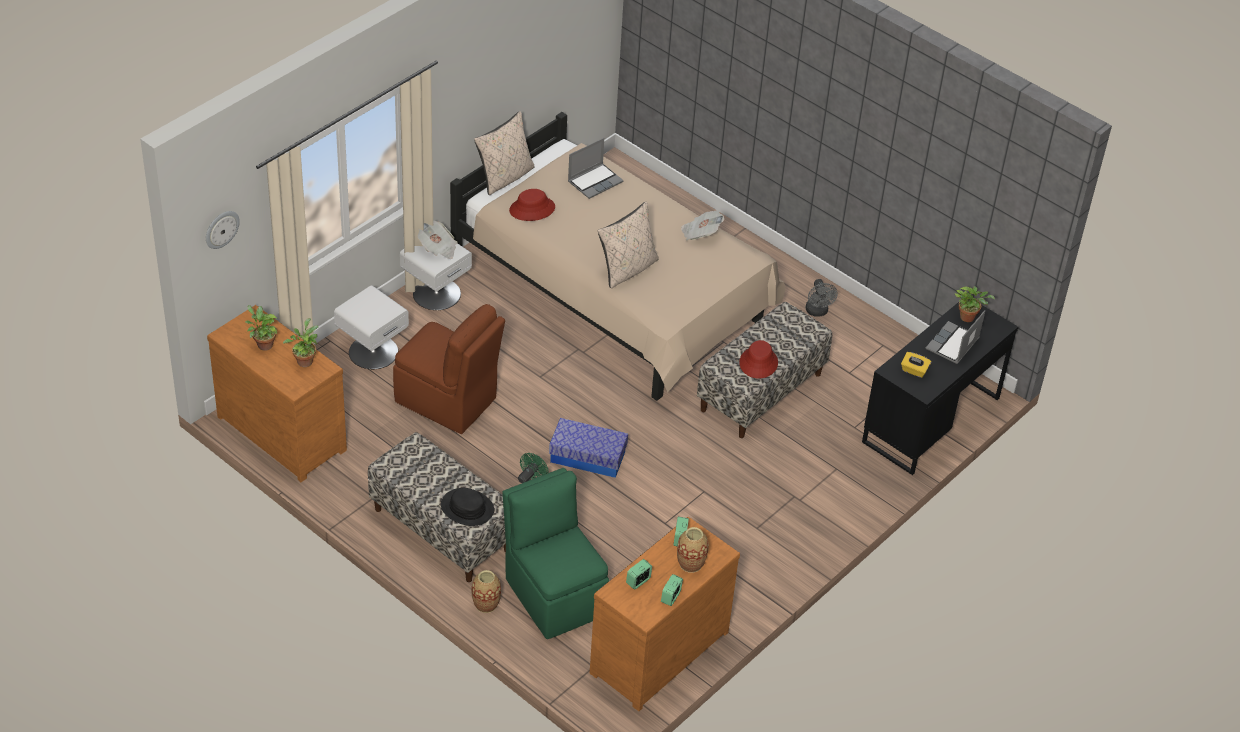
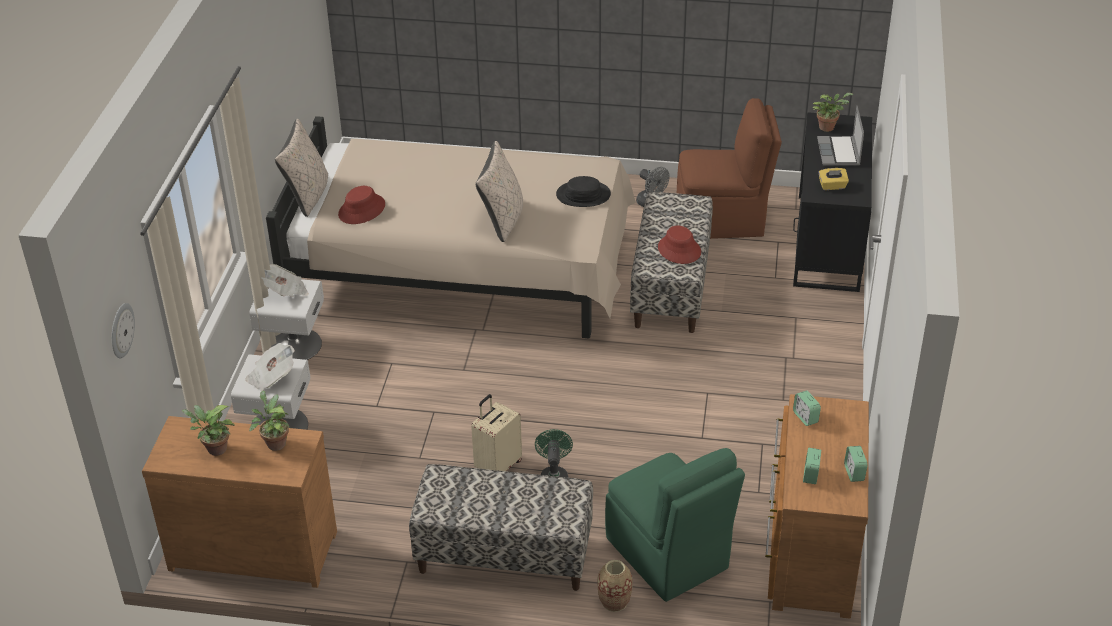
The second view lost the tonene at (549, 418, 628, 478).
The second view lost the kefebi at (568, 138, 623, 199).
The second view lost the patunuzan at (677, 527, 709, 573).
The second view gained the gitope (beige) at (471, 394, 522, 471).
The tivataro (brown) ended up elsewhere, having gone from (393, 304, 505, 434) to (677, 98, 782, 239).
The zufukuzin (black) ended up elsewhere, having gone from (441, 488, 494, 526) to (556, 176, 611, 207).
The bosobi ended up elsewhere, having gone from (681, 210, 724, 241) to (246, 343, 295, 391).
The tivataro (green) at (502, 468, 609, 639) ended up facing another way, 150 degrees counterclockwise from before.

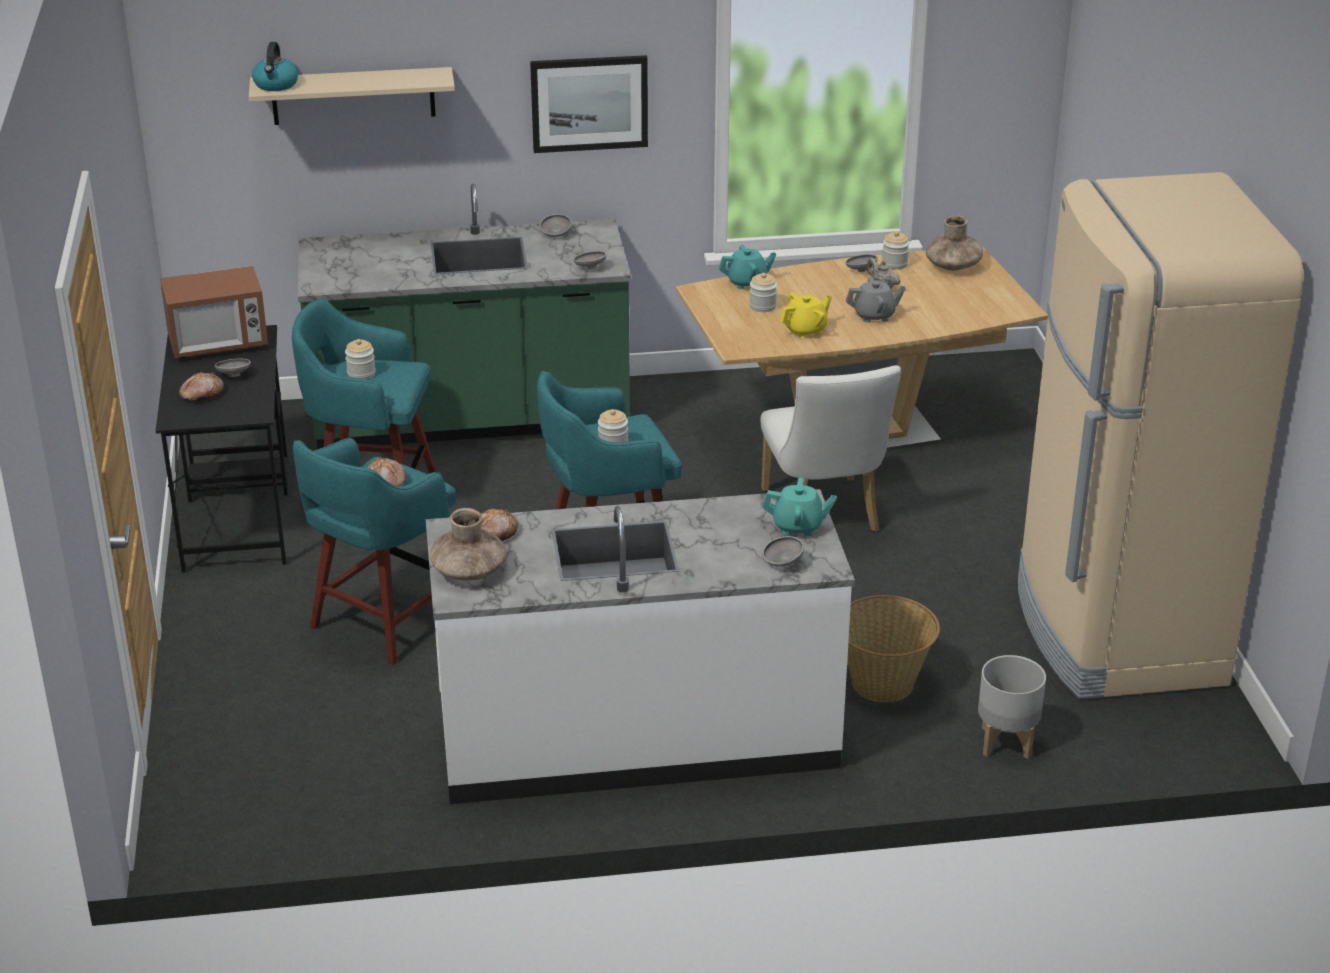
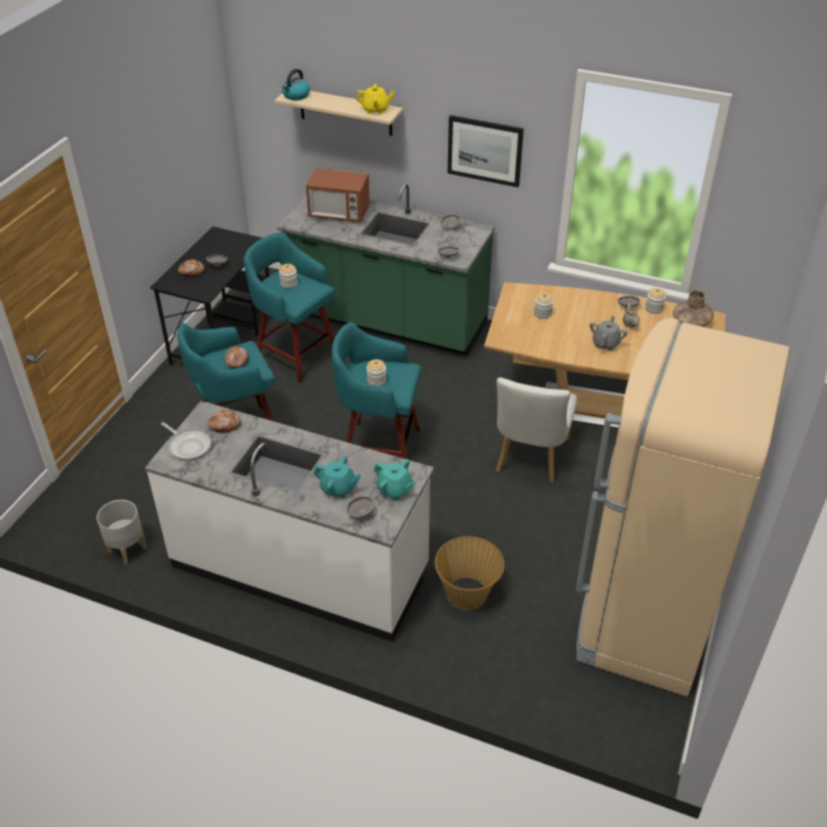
The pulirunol ended up elsewhere, having gone from (160, 266, 268, 358) to (306, 168, 370, 223).
The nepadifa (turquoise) ended up elsewhere, having gone from (719, 245, 776, 289) to (314, 455, 361, 498).
The nepadifa (yellow) ended up elsewhere, having gone from (780, 292, 832, 339) to (356, 84, 395, 114).
The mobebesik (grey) ended up elsewhere, having gone from (978, 655, 1046, 759) to (97, 500, 147, 565).
Where the patunuzan (brown) stood at (430, 508, 506, 581), the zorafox came to stand at (161, 422, 211, 461).
The nepadifa (grey) at (846, 277, 906, 323) ended up facing another way, 90 degrees counterclockwise from before.

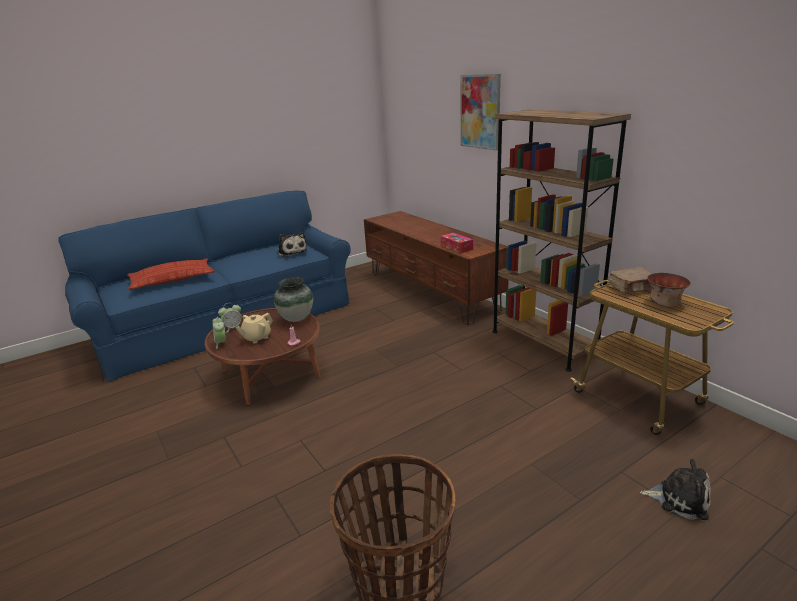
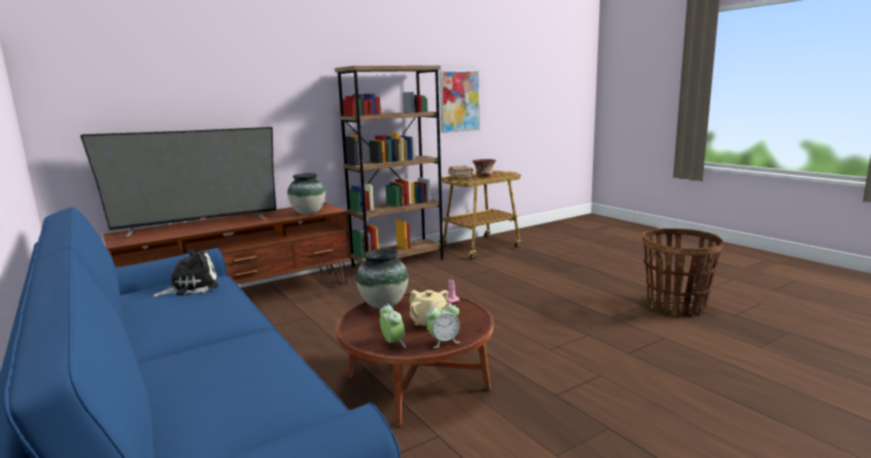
The second view lost the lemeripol at (127, 258, 215, 290).
The second view lost the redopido at (640, 459, 711, 520).
The second view gained the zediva at (80, 127, 276, 238).
The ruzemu ended up elsewhere, having gone from (460, 74, 501, 151) to (440, 70, 480, 133).
Where the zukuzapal stood at (441, 233, 473, 253), the patunuzan came to stand at (287, 173, 326, 215).

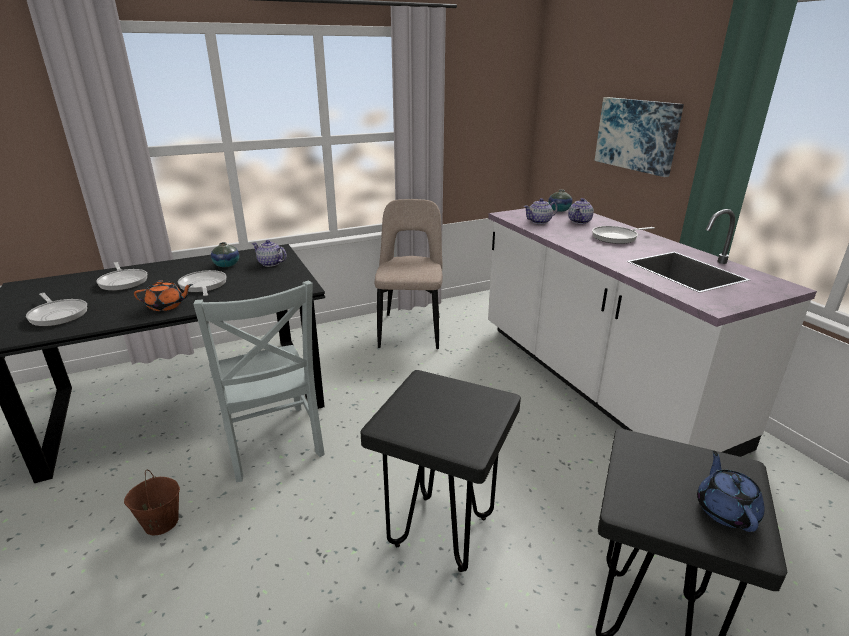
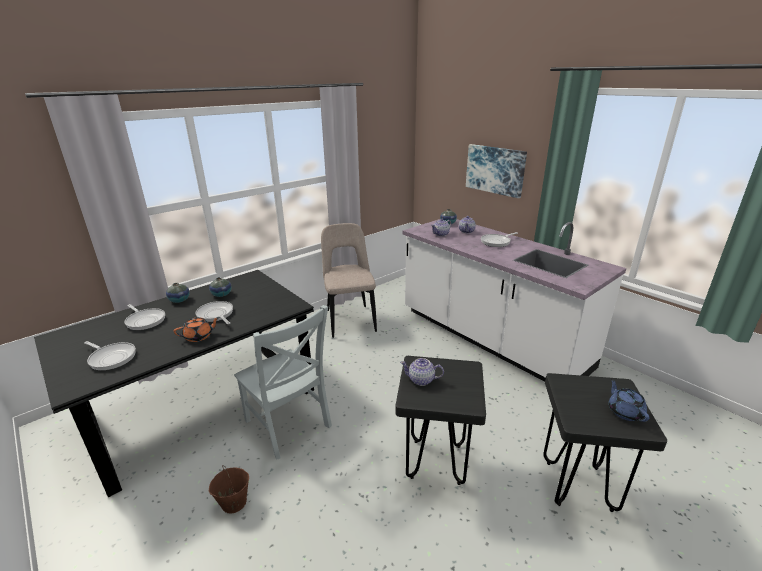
The second view gained the patunuzan at (166, 283, 190, 303).
The nepadifa ended up elsewhere, having gone from (252, 240, 287, 267) to (400, 358, 444, 386).

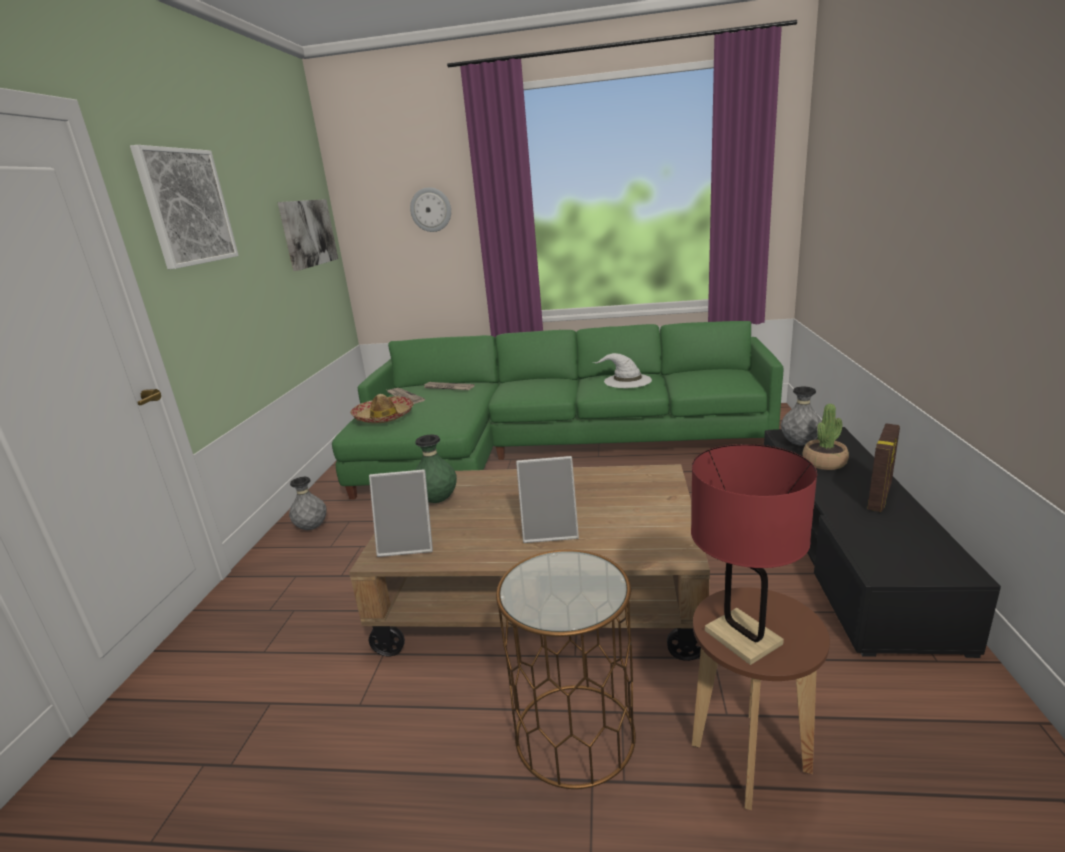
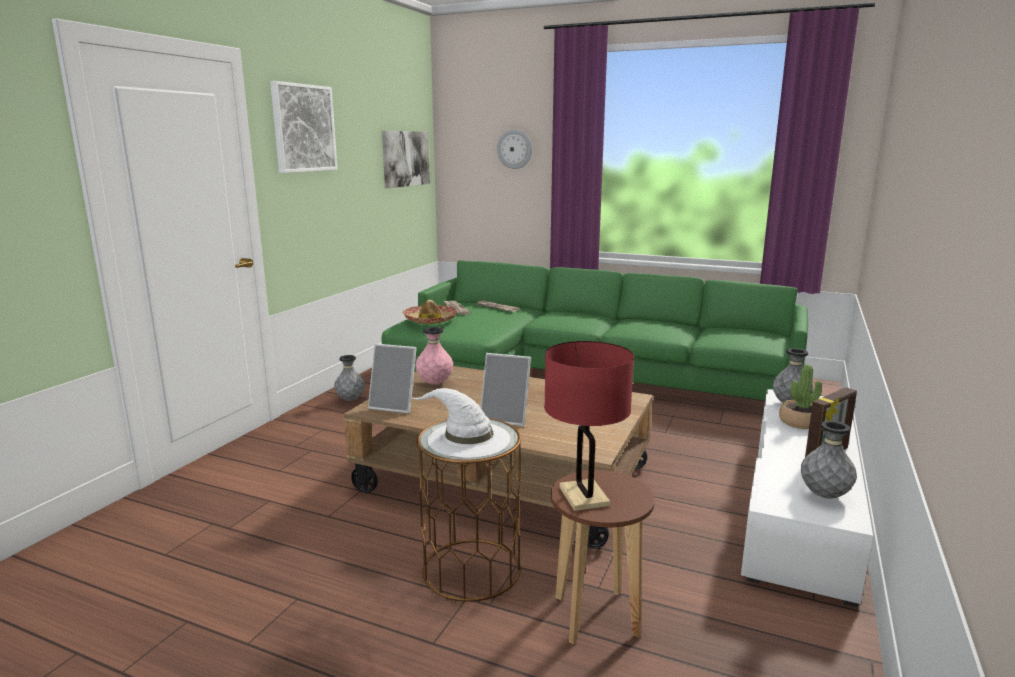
The second view gained the patunuzan (grey) at (801, 420, 857, 498).
The zufukuzin (white) ended up elsewhere, having gone from (593, 353, 652, 388) to (411, 388, 510, 458).
What was the patunuzan (green) at (415, 435, 457, 503) turned into the patunuzan (pink) at (416, 327, 453, 385).
What was the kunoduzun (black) at (764, 427, 1001, 658) turned into the kunoduzun (white) at (741, 389, 873, 607).

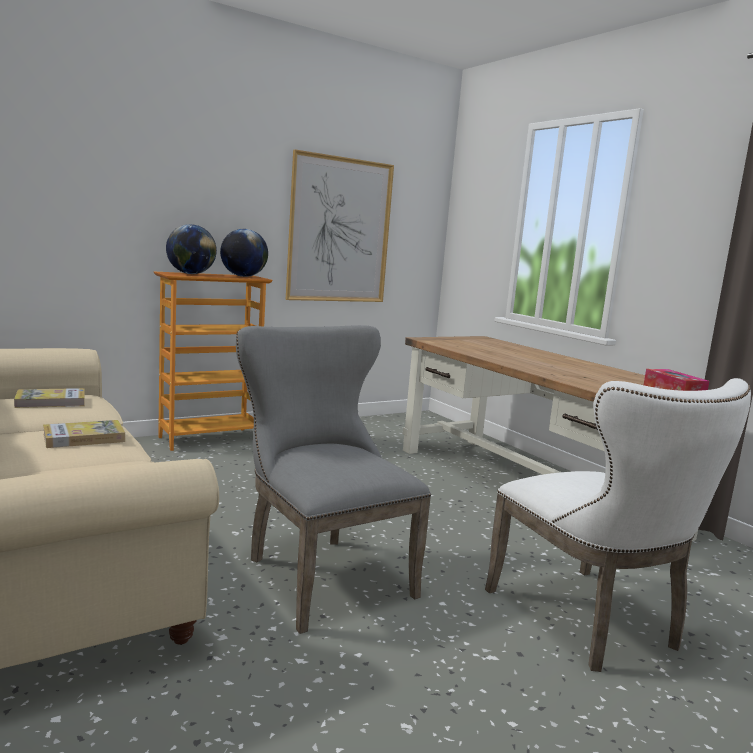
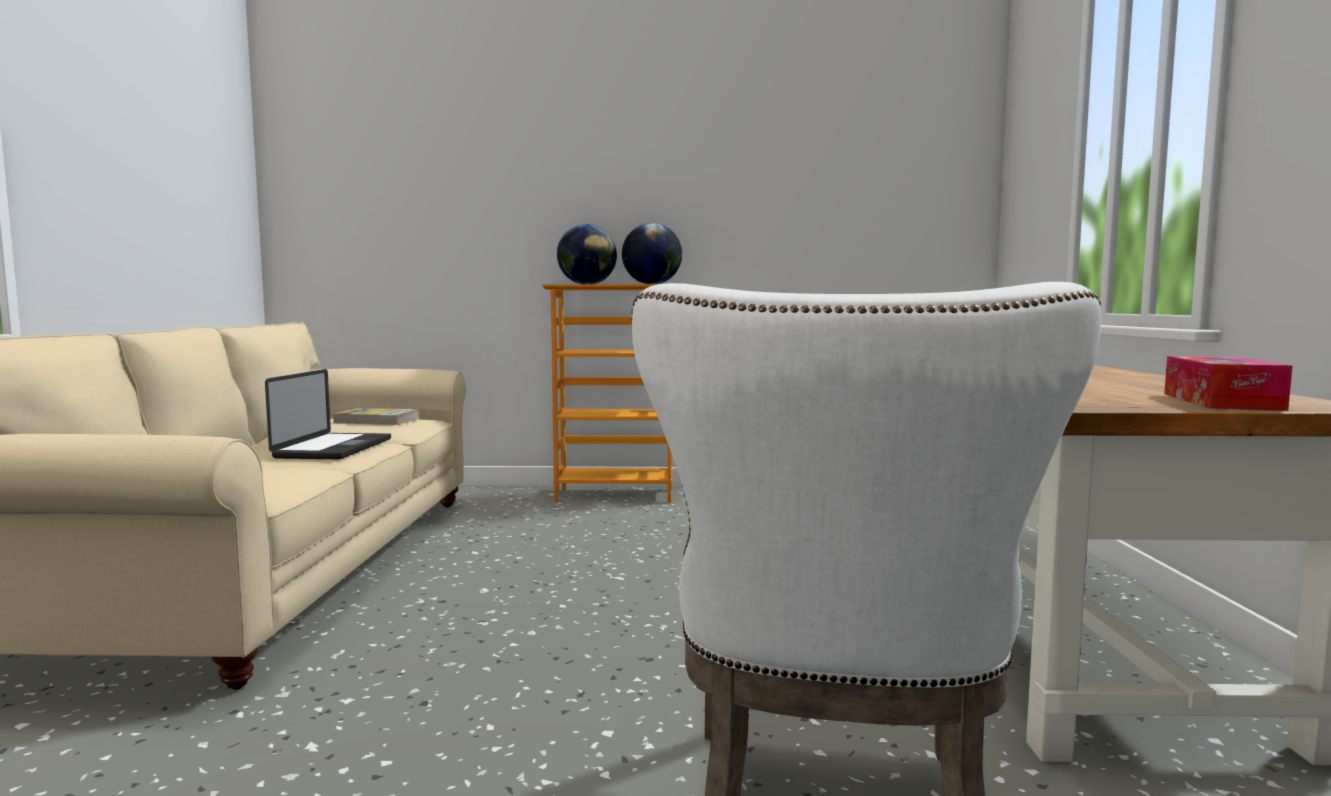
The second view lost the tivataro (grey) at (236, 325, 431, 634).
The second view lost the ruzemu at (285, 149, 394, 302).
Where the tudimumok stood at (43, 420, 125, 448), the kefebi came to stand at (265, 369, 391, 459).

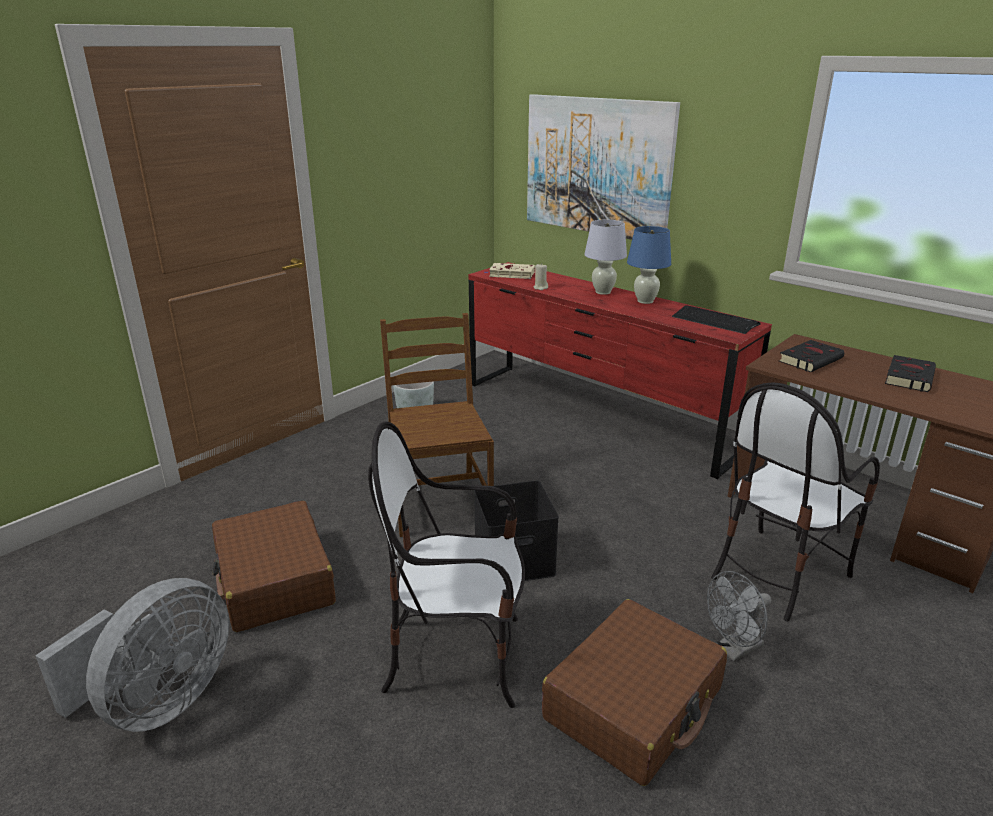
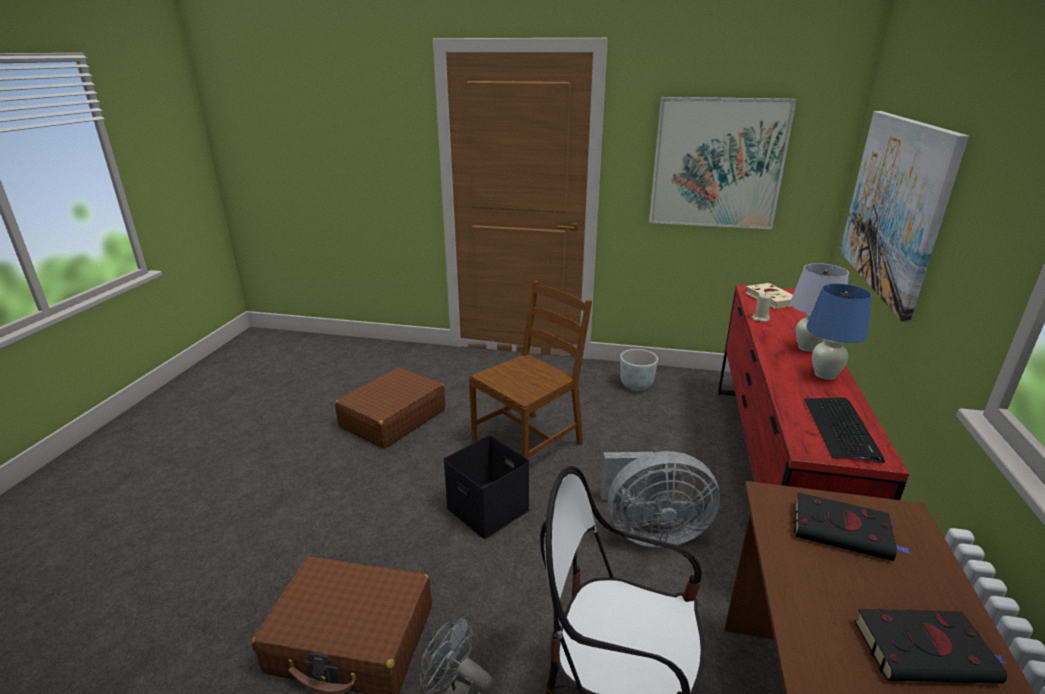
The second view lost the tivataro at (368, 421, 525, 708).
The second view gained the ruzemu at (649, 97, 797, 229).
The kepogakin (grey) ended up elsewhere, having gone from (35, 578, 229, 732) to (601, 451, 720, 548).

